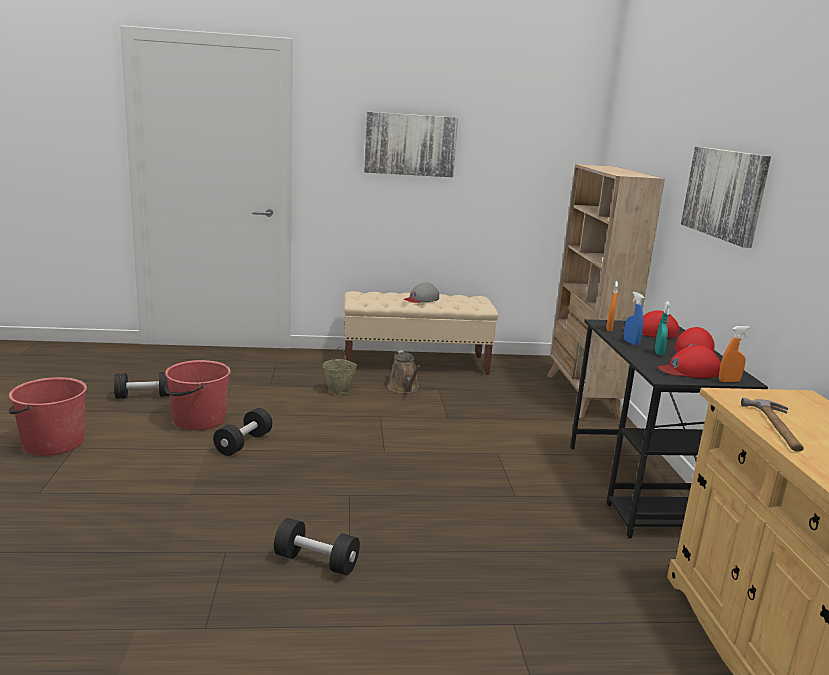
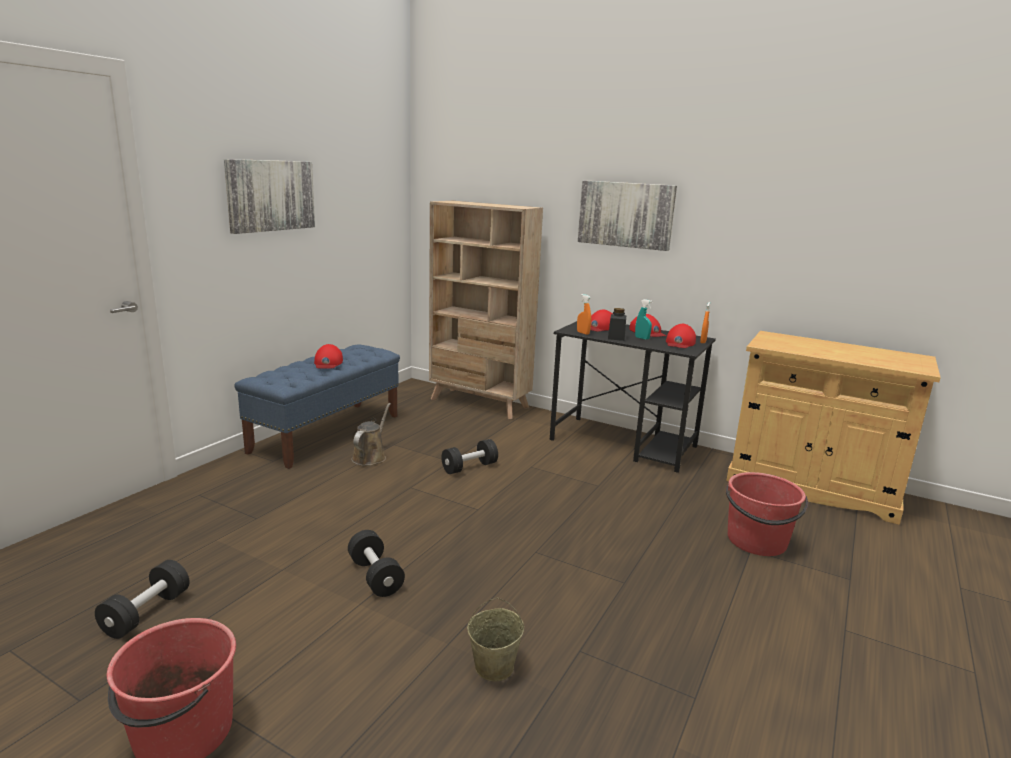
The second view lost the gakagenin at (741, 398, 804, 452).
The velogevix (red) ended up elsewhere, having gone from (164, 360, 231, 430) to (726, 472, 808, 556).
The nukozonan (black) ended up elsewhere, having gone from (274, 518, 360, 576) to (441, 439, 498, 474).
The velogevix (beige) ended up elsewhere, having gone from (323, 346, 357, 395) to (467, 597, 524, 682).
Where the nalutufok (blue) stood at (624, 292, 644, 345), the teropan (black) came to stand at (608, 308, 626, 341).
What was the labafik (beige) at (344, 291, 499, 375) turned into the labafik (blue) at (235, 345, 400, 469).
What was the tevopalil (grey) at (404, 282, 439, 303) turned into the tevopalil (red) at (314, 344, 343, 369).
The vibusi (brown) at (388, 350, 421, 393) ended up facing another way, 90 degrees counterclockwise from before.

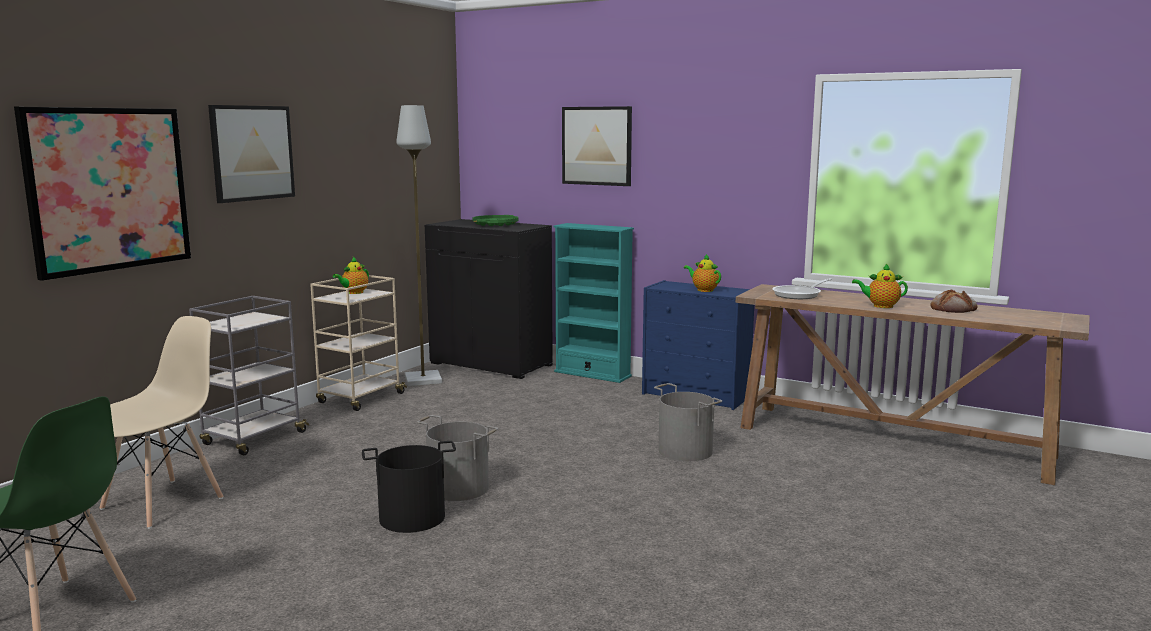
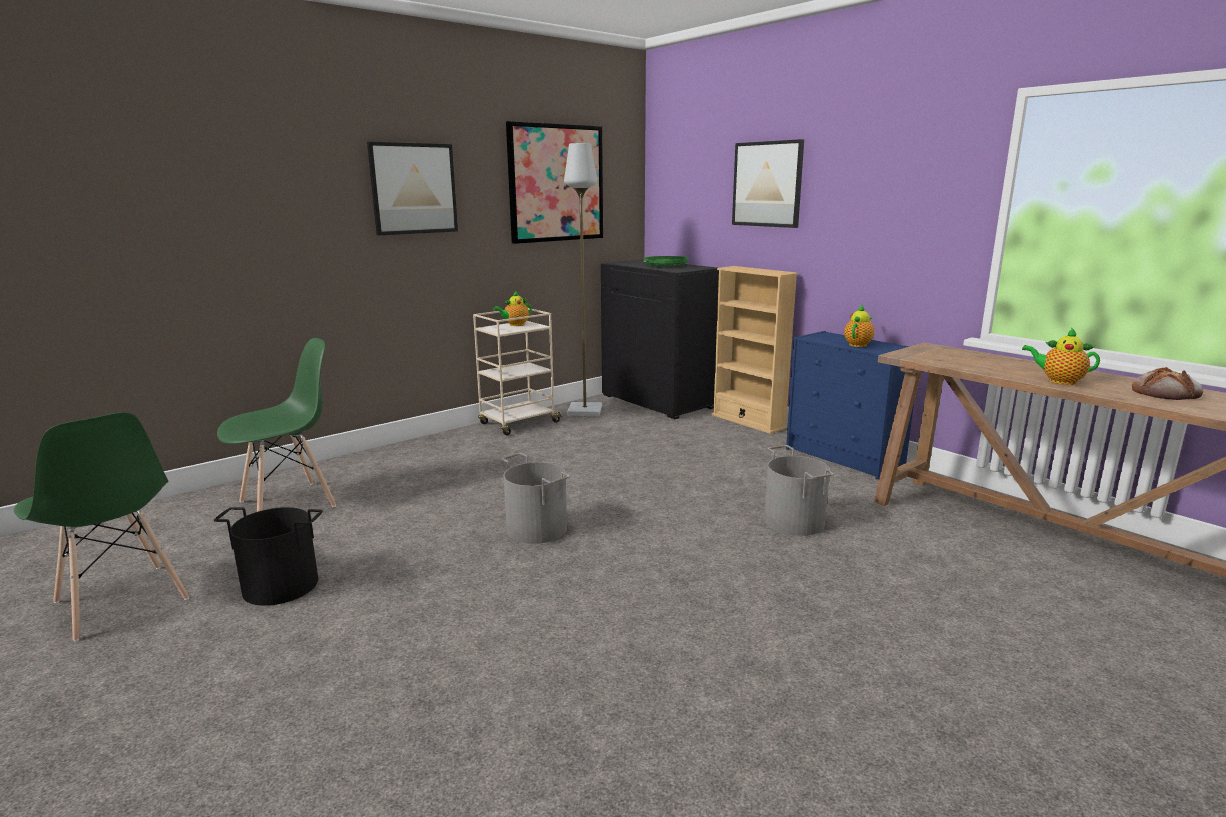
The second view lost the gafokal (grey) at (189, 296, 309, 455).
The second view lost the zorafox at (772, 278, 832, 299).
The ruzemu ended up elsewhere, having gone from (14, 107, 191, 281) to (506, 121, 603, 244).
The velogevix (black) ended up elsewhere, having gone from (362, 441, 456, 533) to (214, 507, 323, 606).
What was the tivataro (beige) at (100, 316, 224, 529) turned into the tivataro (green) at (217, 338, 336, 512).
What was the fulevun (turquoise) at (553, 223, 634, 383) turned into the fulevun (beige) at (712, 266, 798, 434).
The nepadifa at (684, 254, 721, 292) ended up facing another way, 60 degrees clockwise from before.

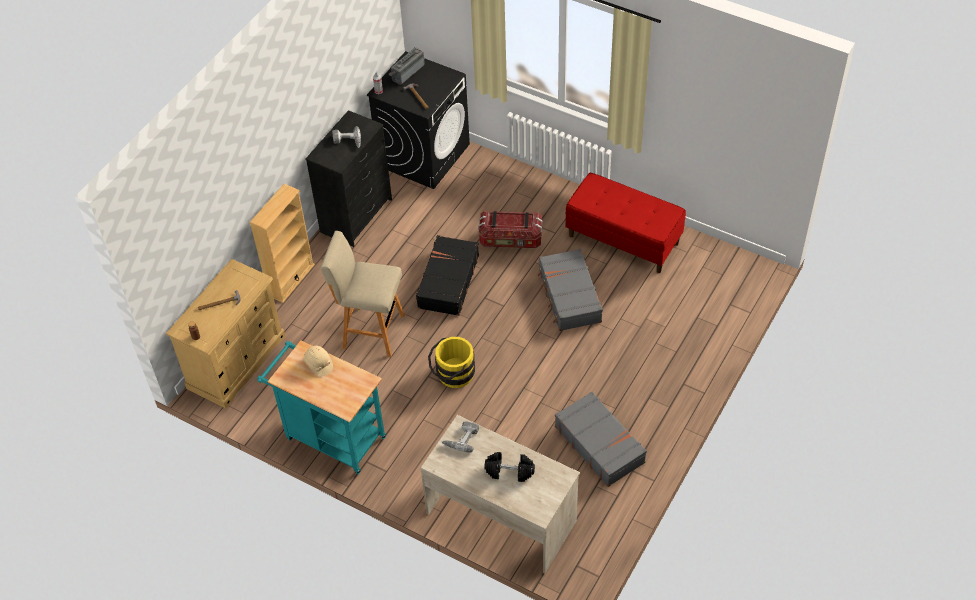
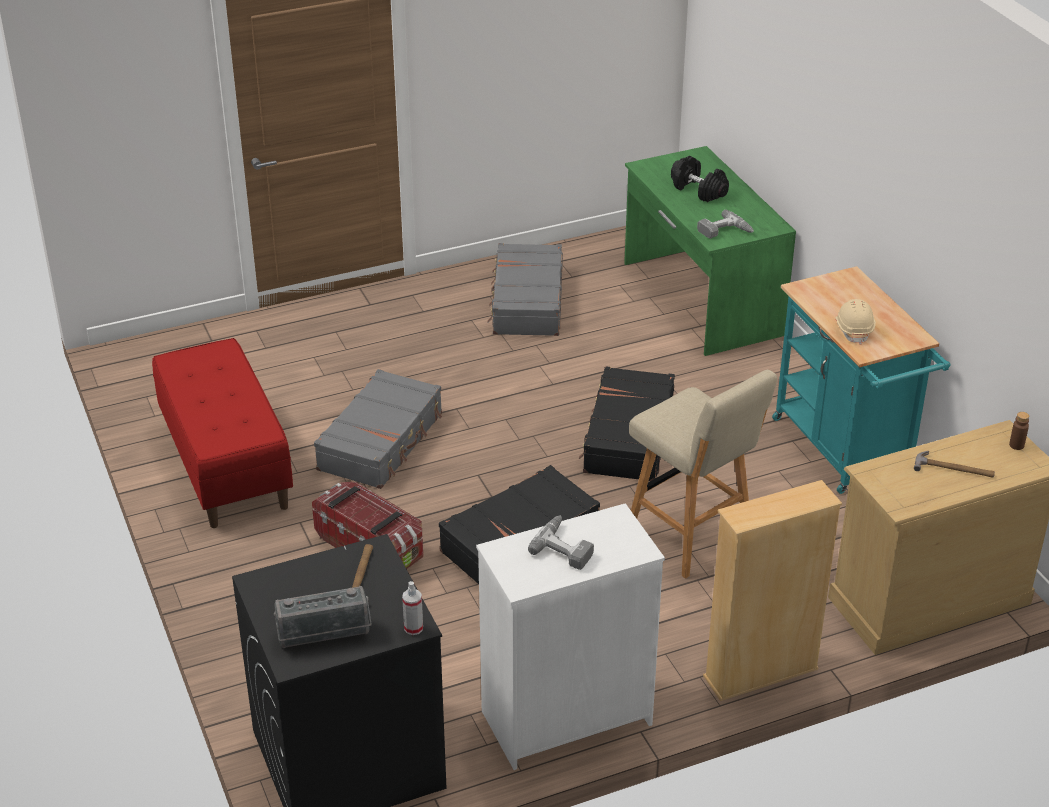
Where the velogevix (yellow) stood at (428, 337, 475, 388), the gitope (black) came to stand at (579, 366, 675, 481).
What was the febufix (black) at (305, 110, 392, 247) turned into the febufix (white) at (476, 503, 665, 770).
What was the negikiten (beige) at (421, 415, 580, 573) turned into the negikiten (green) at (624, 146, 796, 356).

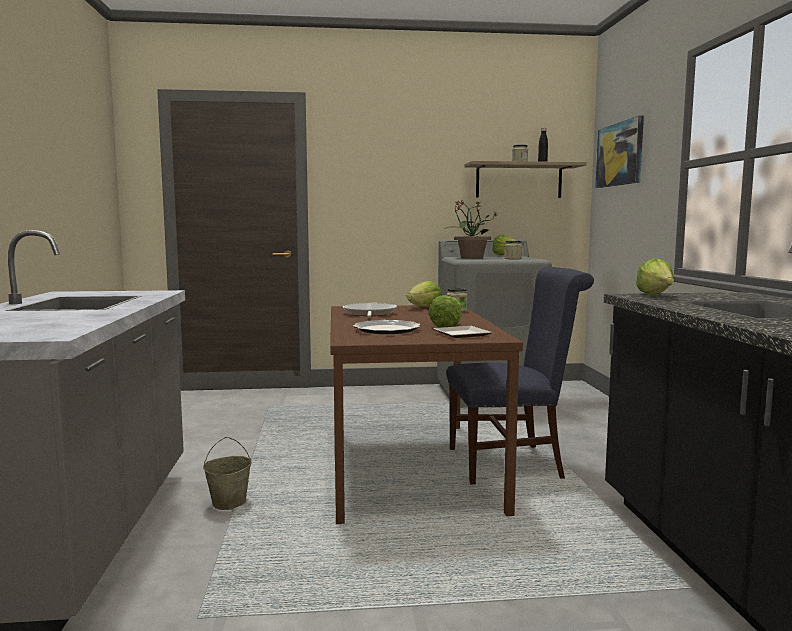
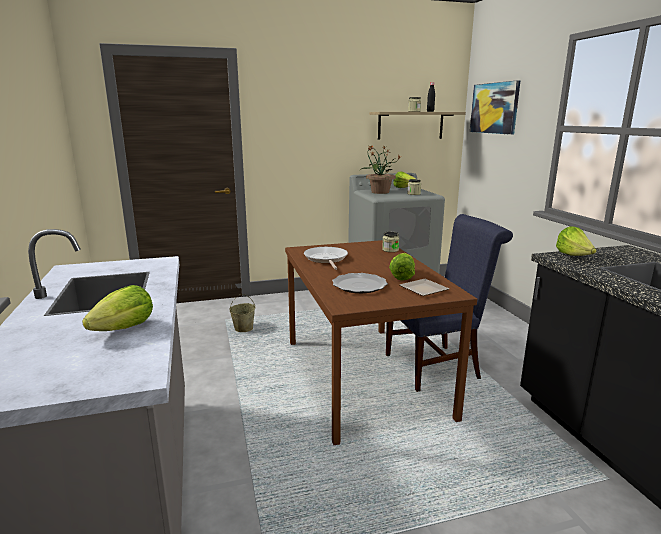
The velogevix (beige) ended up elsewhere, having gone from (203, 437, 252, 510) to (229, 294, 255, 332).
The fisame ended up elsewhere, having gone from (407, 281, 442, 307) to (82, 285, 153, 331).

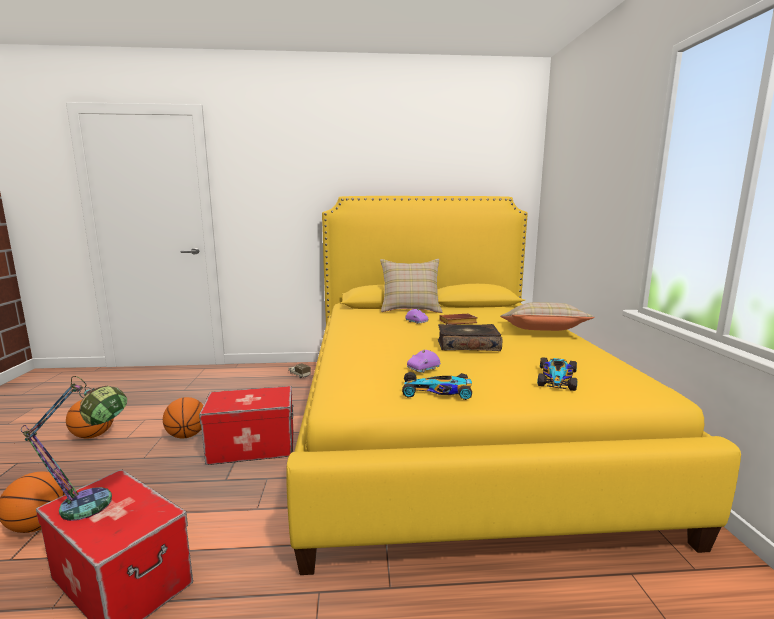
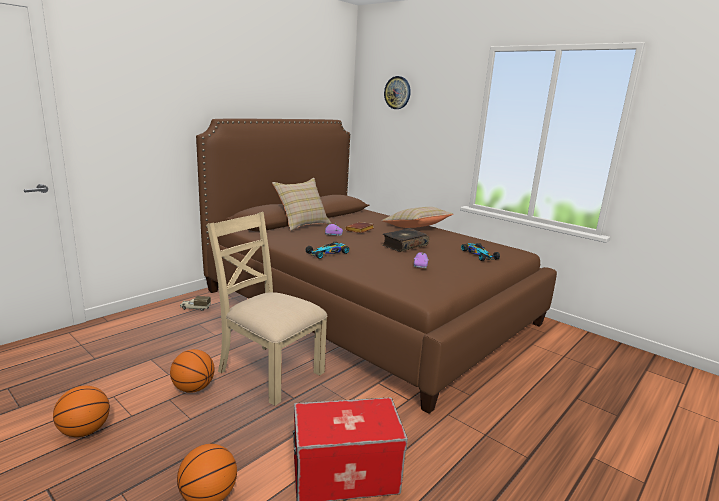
The second view lost the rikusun at (21, 376, 127, 521).
The second view gained the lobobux at (384, 76, 411, 109).
The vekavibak ended up elsewhere, having gone from (402, 372, 472, 400) to (305, 241, 349, 259).
Where the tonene stood at (199, 386, 294, 465), the tivataro (beige) came to stand at (207, 212, 327, 406).
What was the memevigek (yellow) at (286, 196, 741, 575) turned into the memevigek (brown) at (196, 119, 557, 414).

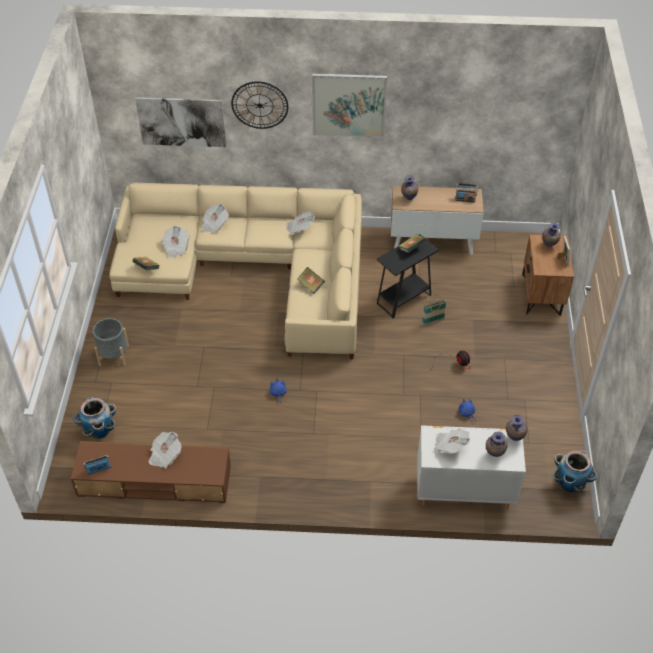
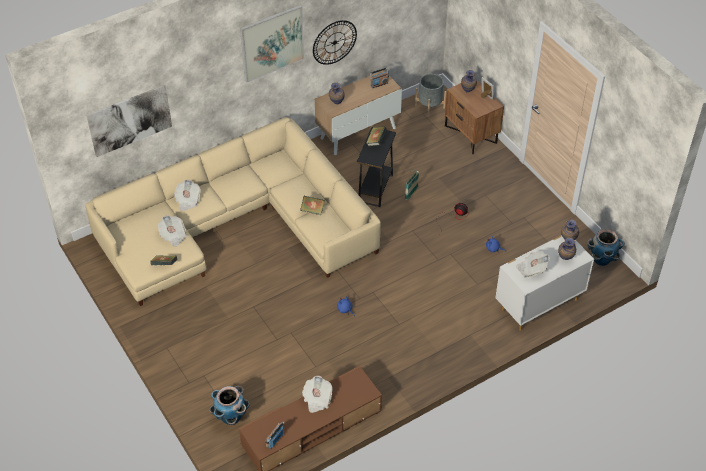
The second view lost the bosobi at (286, 211, 315, 234).
The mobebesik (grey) ended up elsewhere, having gone from (93, 318, 129, 366) to (415, 74, 446, 117).
The lobobux ended up elsewhere, having gone from (231, 82, 288, 129) to (313, 20, 357, 65).

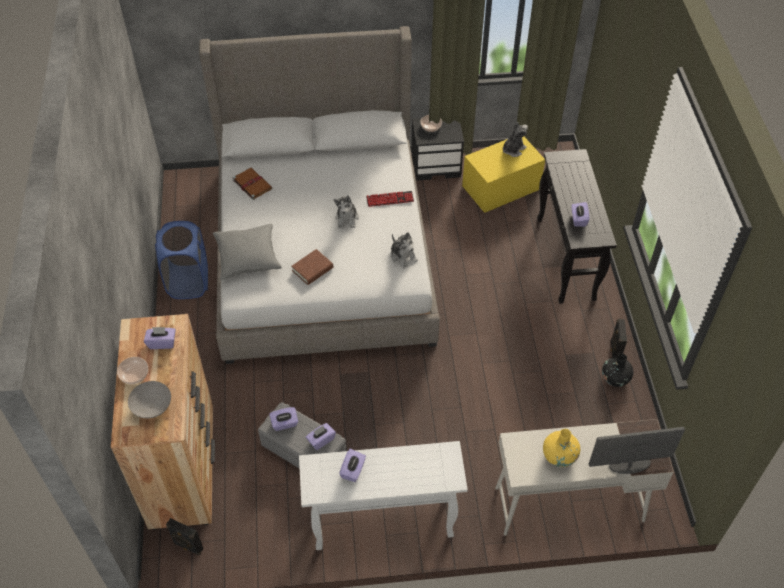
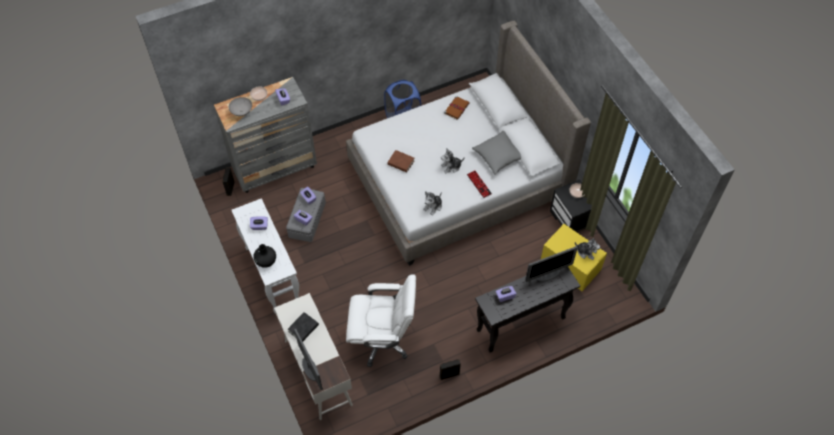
The second view gained the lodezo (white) at (346, 274, 416, 367).
The second view gained the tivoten at (525, 246, 578, 282).
The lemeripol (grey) ended up elsewhere, having gone from (213, 224, 282, 280) to (472, 131, 521, 175).
The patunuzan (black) ended up elsewhere, having gone from (602, 353, 633, 387) to (253, 244, 276, 268).
Where the patunuzan (yellow) stood at (543, 429, 580, 467), the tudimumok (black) came to stand at (288, 312, 319, 341).
What was the febufix (brown) at (111, 314, 215, 530) turned into the febufix (grey) at (214, 77, 317, 193).

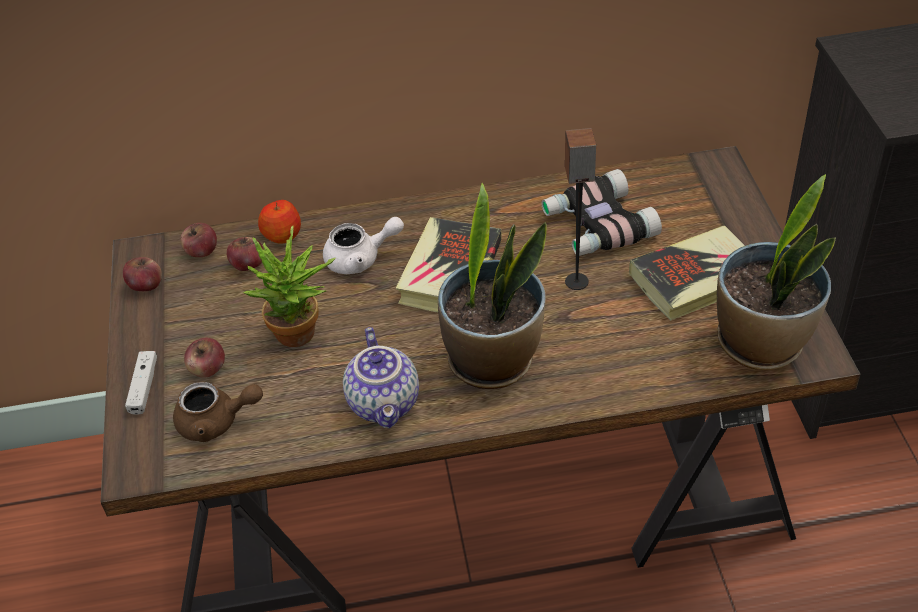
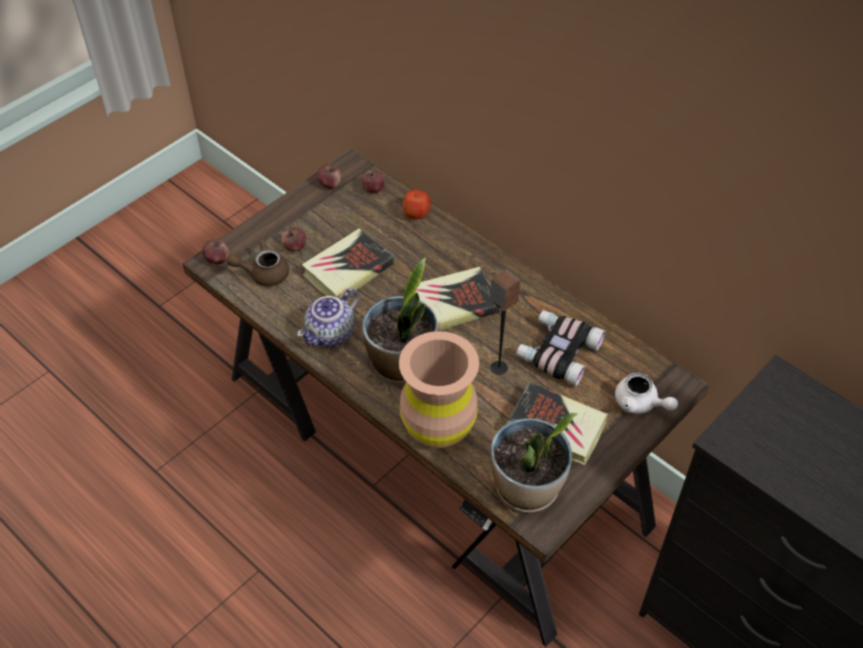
The second view lost the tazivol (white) at (125, 351, 157, 414).
The second view gained the patunuzan (brown) at (399, 331, 479, 448).
The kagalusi ended up elsewhere, having gone from (227, 237, 264, 271) to (202, 239, 229, 264).
The nepadifa (white) ended up elsewhere, having gone from (323, 217, 404, 274) to (615, 372, 678, 414).
Where the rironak stood at (243, 225, 336, 347), the tudimumok came to stand at (302, 228, 394, 298).
The nepadifa (brown) at (173, 382, 263, 442) ended up facing another way, 120 degrees clockwise from before.

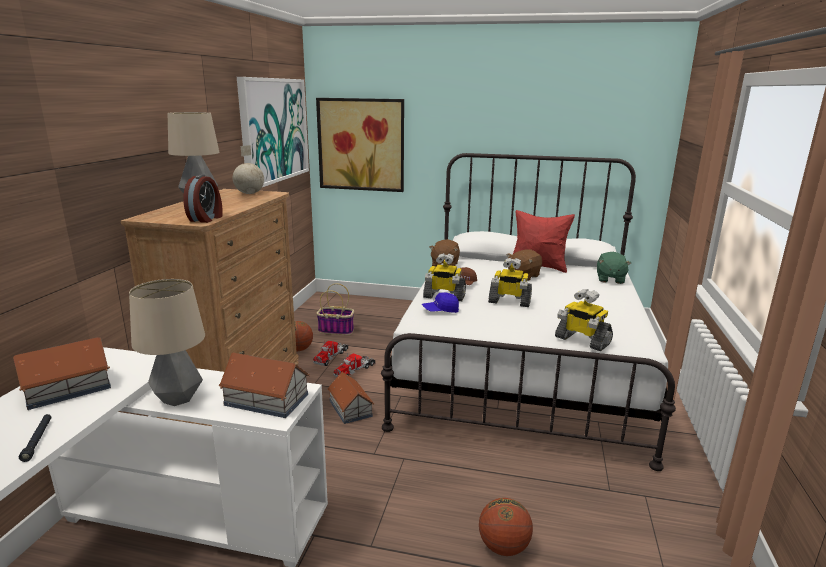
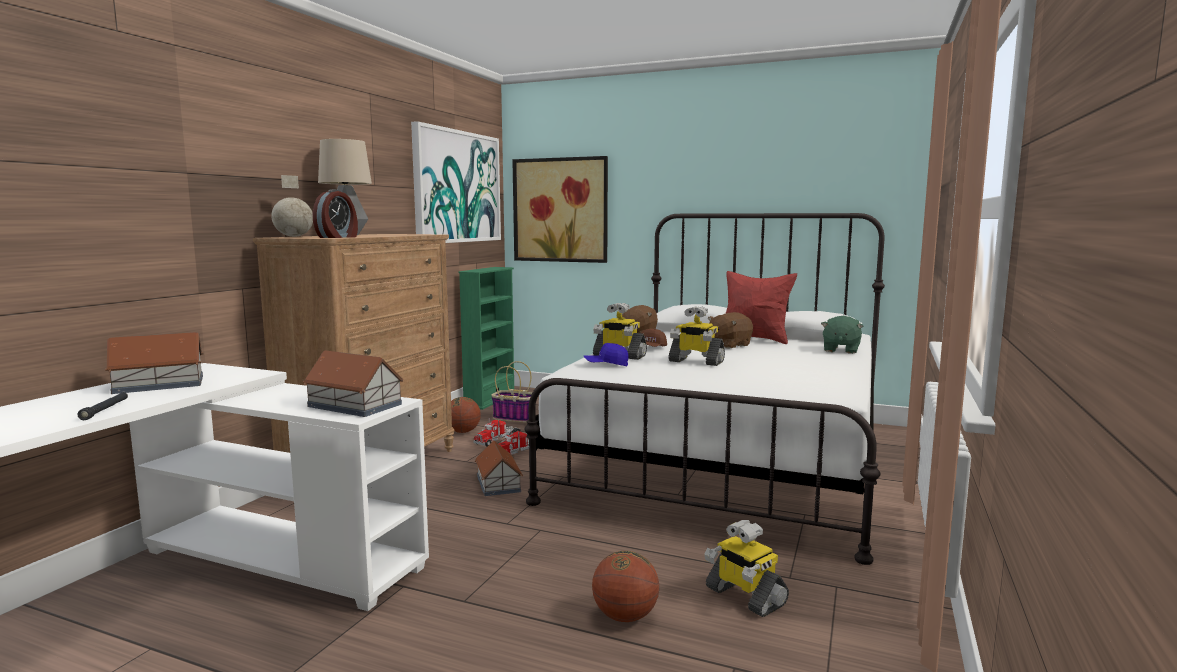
The second view lost the rikusun at (129, 279, 205, 406).
The second view gained the fulevun (green) at (459, 267, 514, 410).
The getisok ended up elsewhere, having gone from (233, 145, 264, 194) to (271, 175, 313, 237).
The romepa ended up elsewhere, having gone from (555, 289, 613, 351) to (704, 520, 789, 617).

